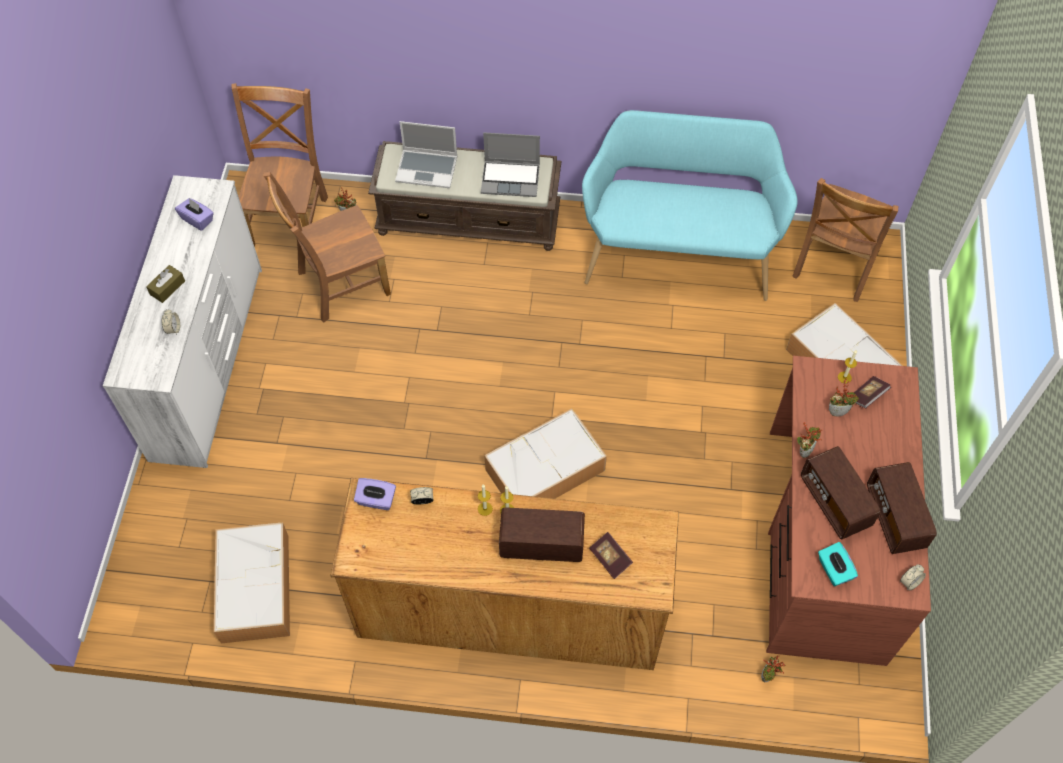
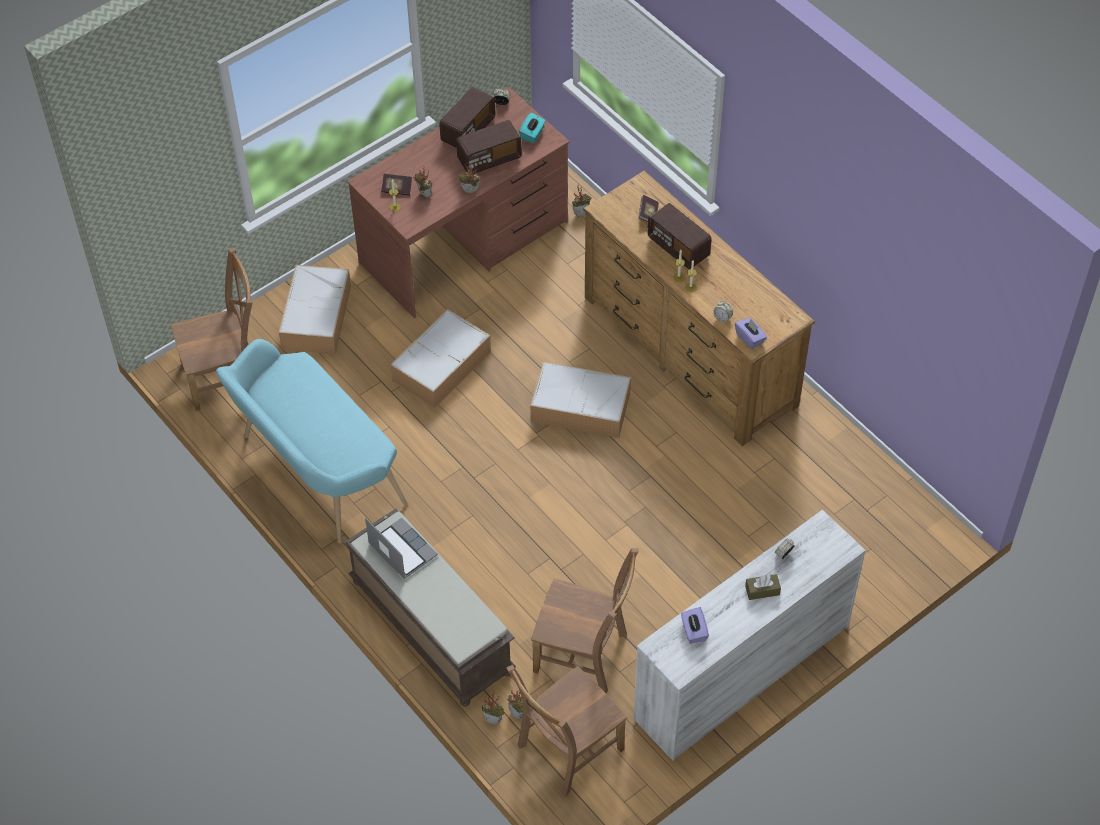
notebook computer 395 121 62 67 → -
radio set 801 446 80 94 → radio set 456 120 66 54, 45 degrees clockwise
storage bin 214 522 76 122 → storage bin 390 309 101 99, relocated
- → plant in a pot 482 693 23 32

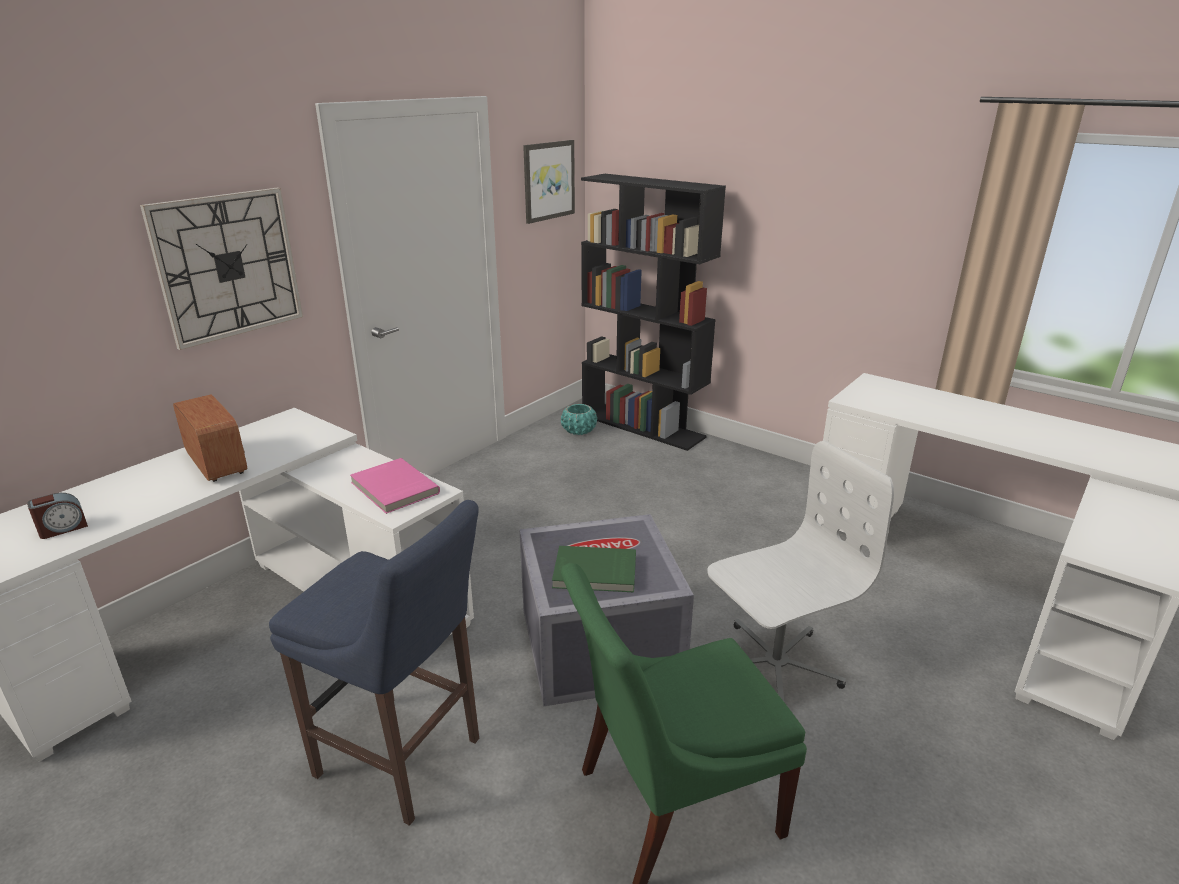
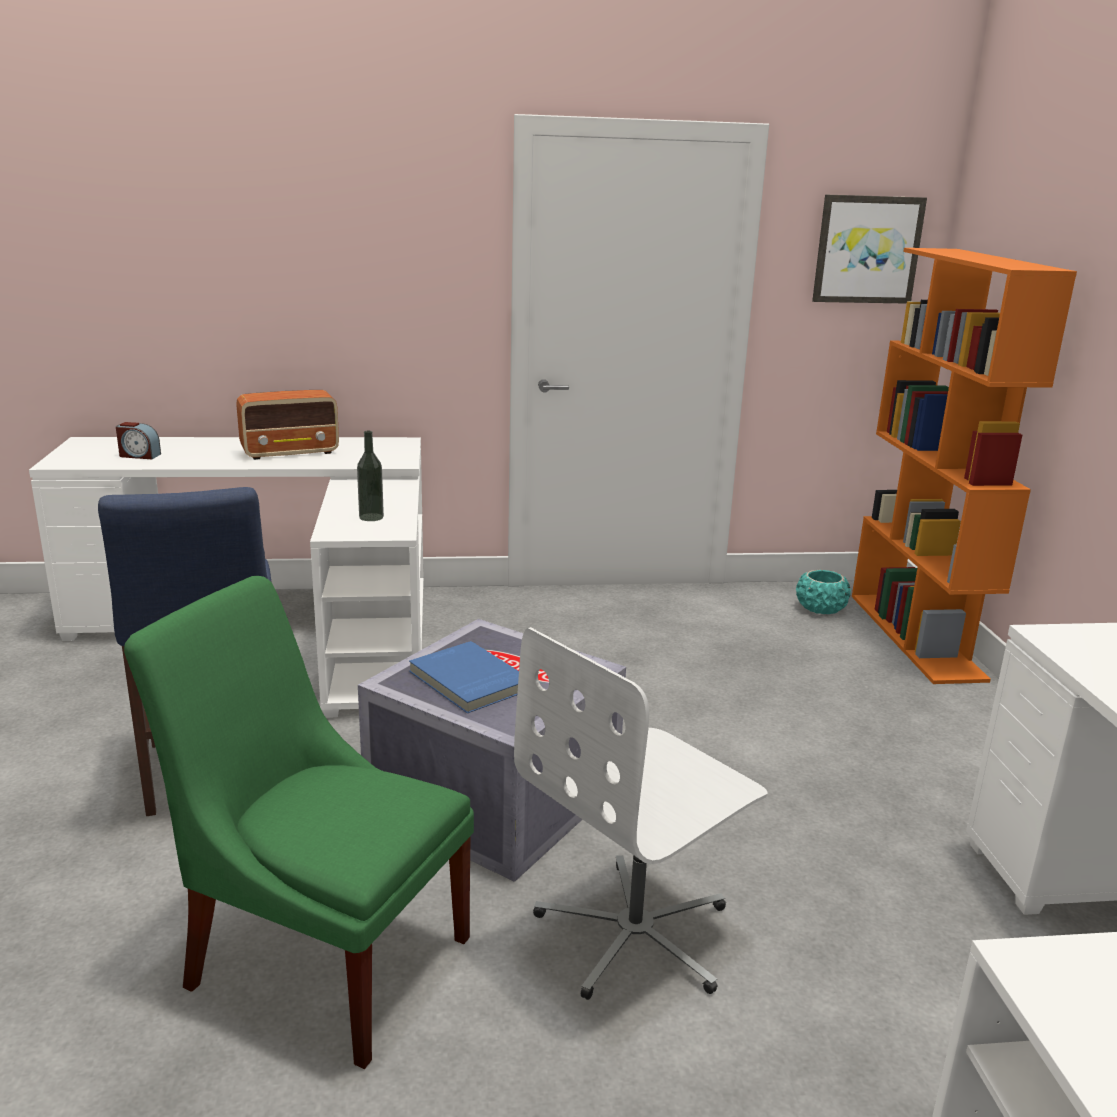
blackish bookshelf 581 174 145 277 → orange-coloured bookshelf 852 248 225 436
hanging clock 140 188 163 162 → -
radio set 173 394 74 88 → radio set 236 390 103 70, 60 degrees clockwise
white office chair 707 440 187 261 → white office chair 514 627 254 373, 120 degrees clockwise
pinkish bound book 350 458 90 56 → drink bottle 357 431 27 90
greenish bound book 552 546 84 46 → blue-coloured bound book 409 641 110 73

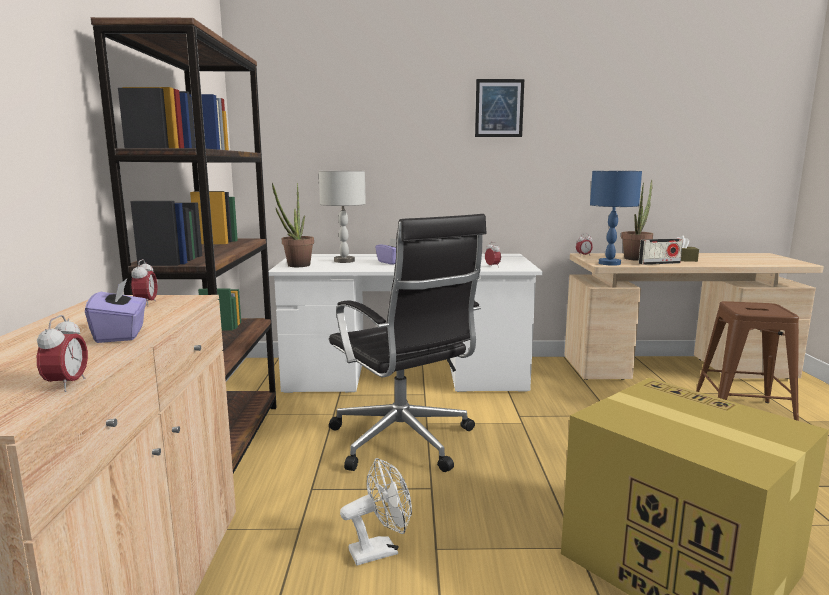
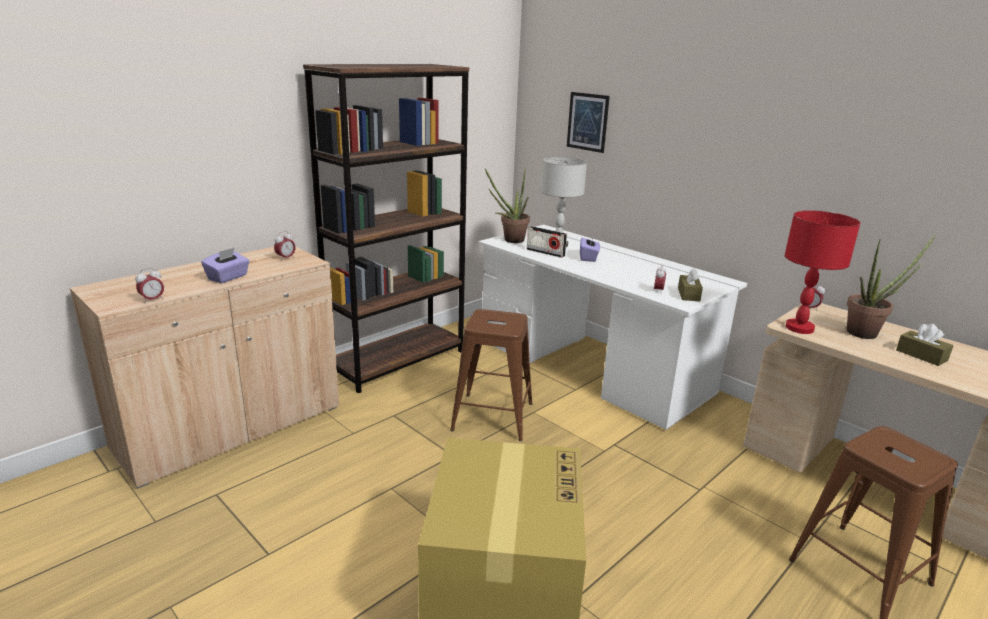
wall picture 475 79 49 58 → wall picture 567 92 43 61, relocated
blue-coloured tabletop lamp 590 171 52 95 → red tabletop lamp 785 210 76 124
blackish office chair 329 214 158 258 → brownish stool seat 450 309 83 132
radio set 638 239 45 26 → radio set 527 226 40 32, relocated
white cooling fan 340 458 72 107 → -
- → brownish tissue holder 678 268 25 34

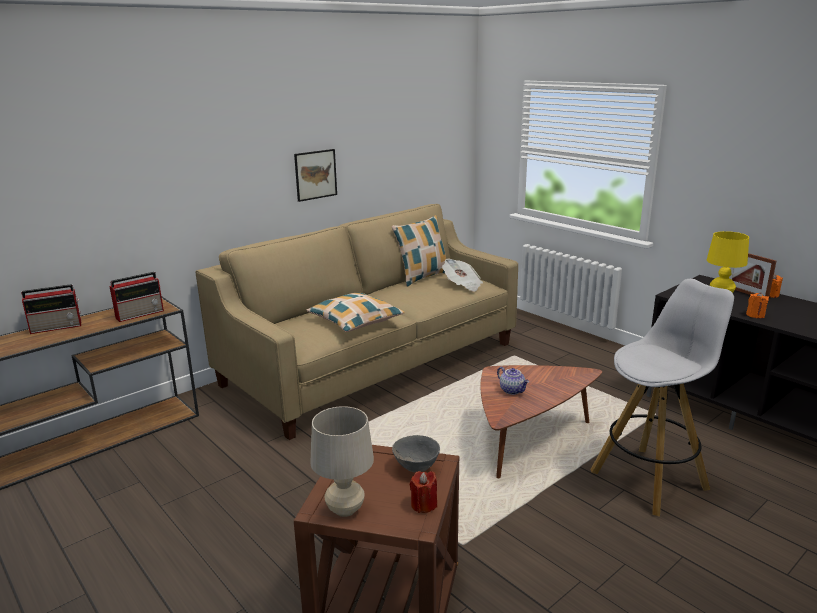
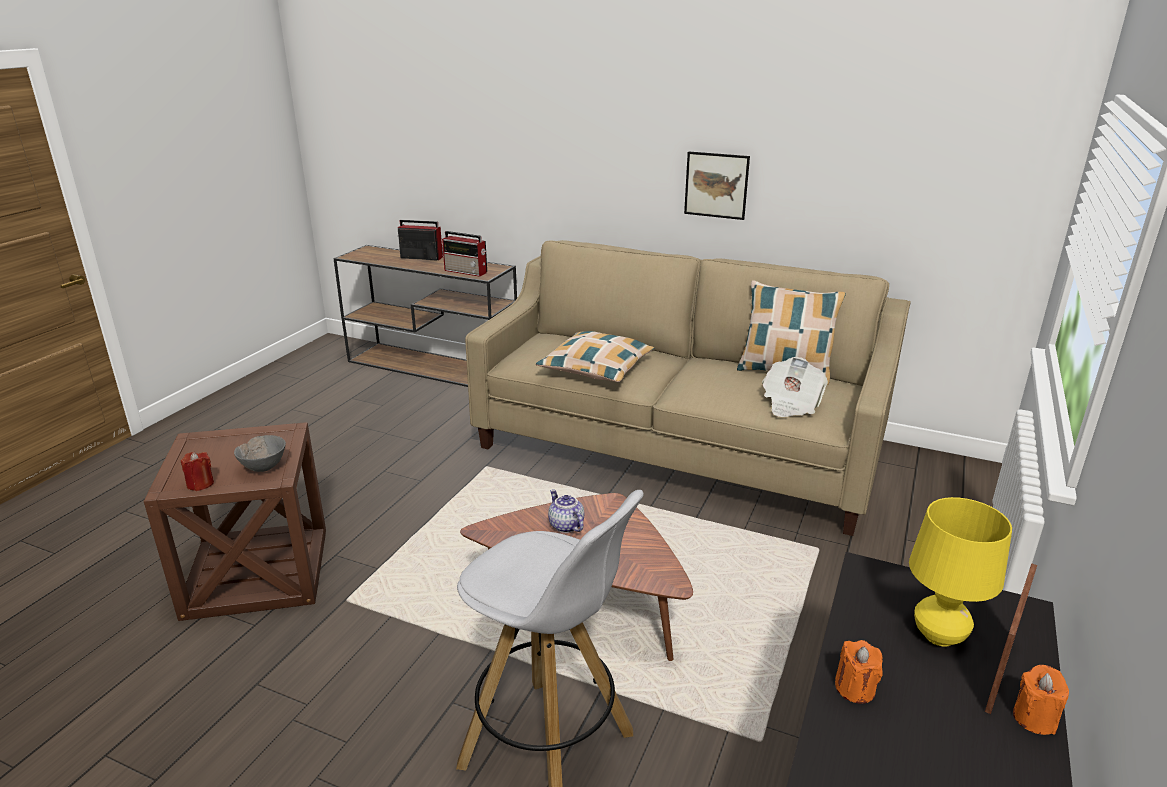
radio set 21 284 60 50 → radio set 398 220 45 41, 150 degrees clockwise
pot for tea 497 367 32 28 → pot for tea 548 489 36 44, 120 degrees clockwise
beige-coloured tabletop lamp 310 406 64 111 → -

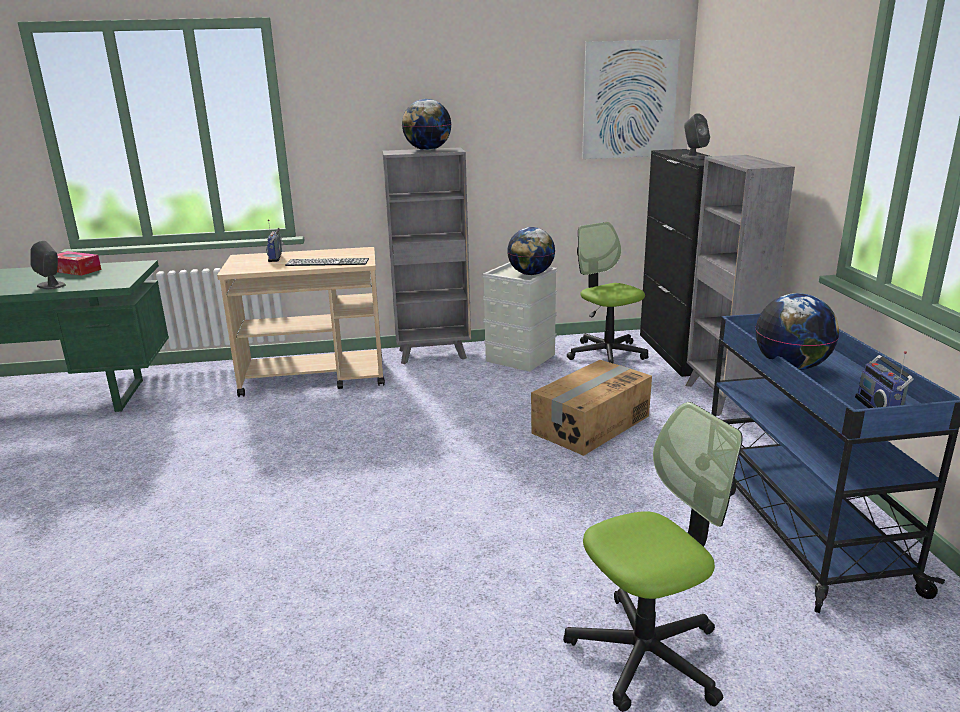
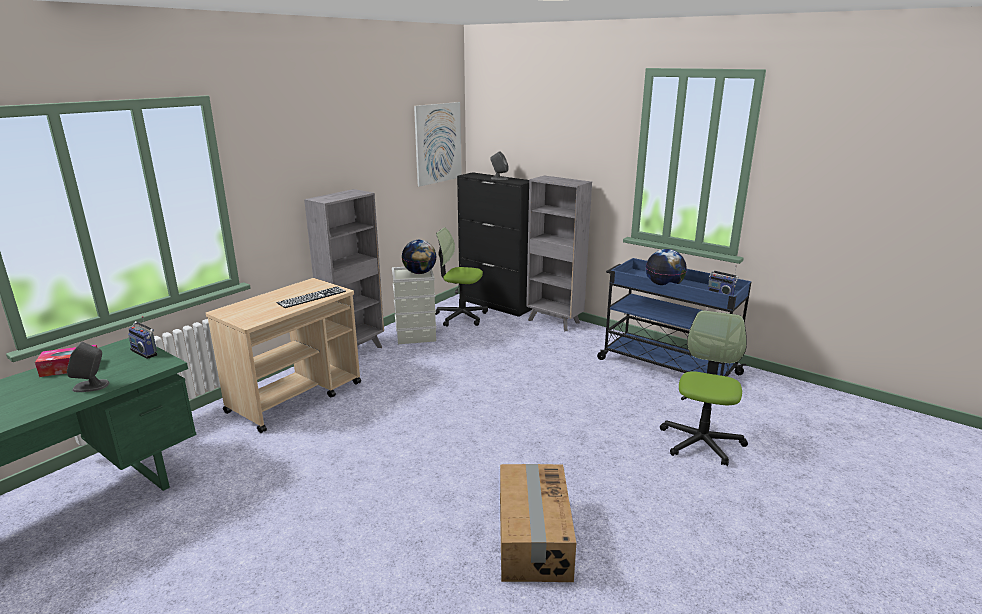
globe 402 99 50 51 → -
radio set 266 219 19 43 → radio set 128 316 29 43, relocated
cardboard box 531 360 121 96 → cardboard box 500 464 76 118, relocated

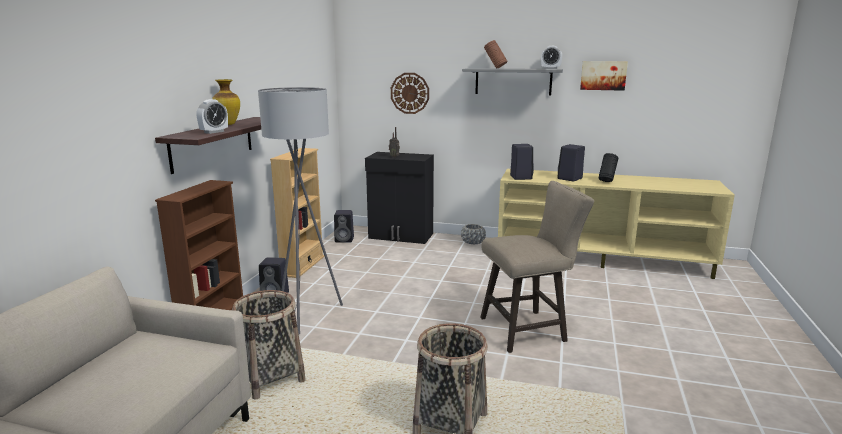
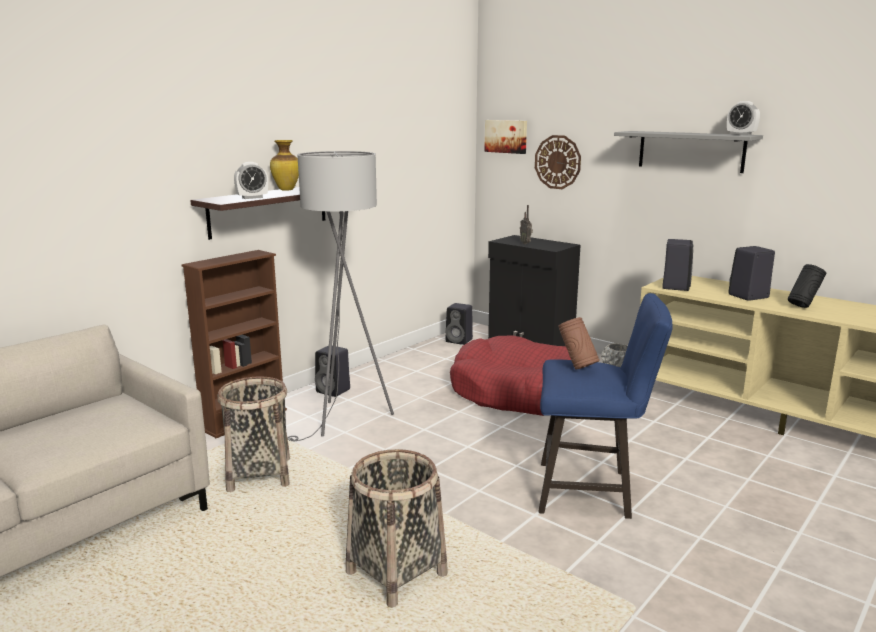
brownish flower vase 484 40 24 28 → brownish flower vase 558 317 42 53, relocated
wall picture 580 61 48 30 → wall picture 484 120 43 34, relocated
beige-coloured bookshelf 270 148 54 130 → -
beige-coloured stool seat 480 181 114 172 → blue-coloured stool seat 539 293 134 226
- → red pet bed 450 335 121 81

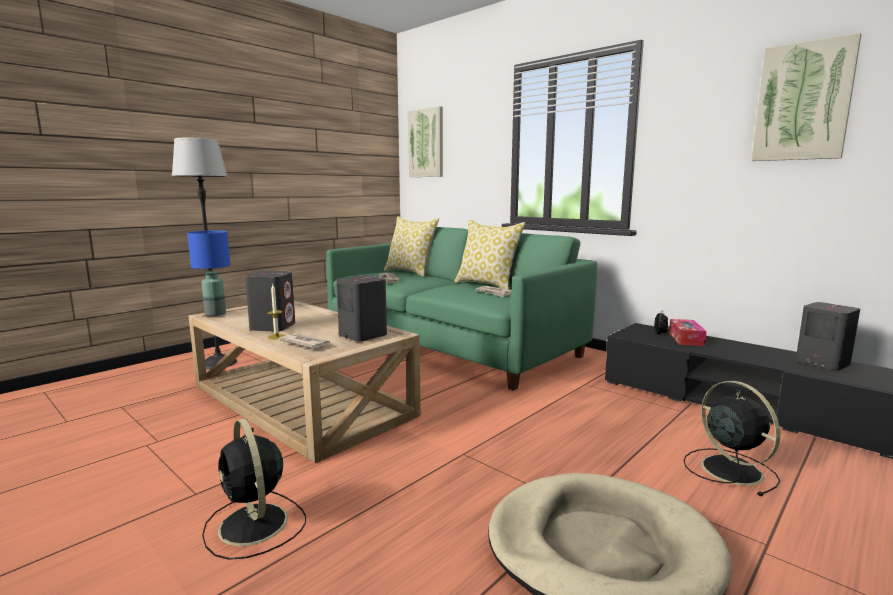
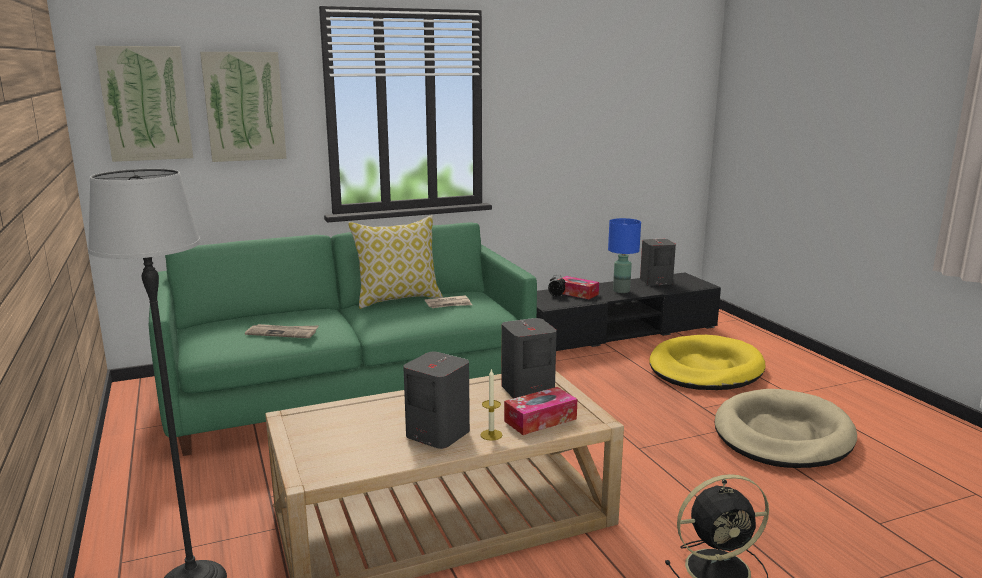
wall picture 751 33 111 128 → wall picture 200 52 87 110, relocated
throw pillow 384 216 55 61 → -
blue-coloured tabletop lamp 187 231 43 85 → blue-coloured tabletop lamp 608 218 33 75, relocated
newspaper 279 333 52 15 → tissue holder 504 387 73 48
blackish cooling fan 684 381 96 115 → yellow pet bed 649 335 116 55

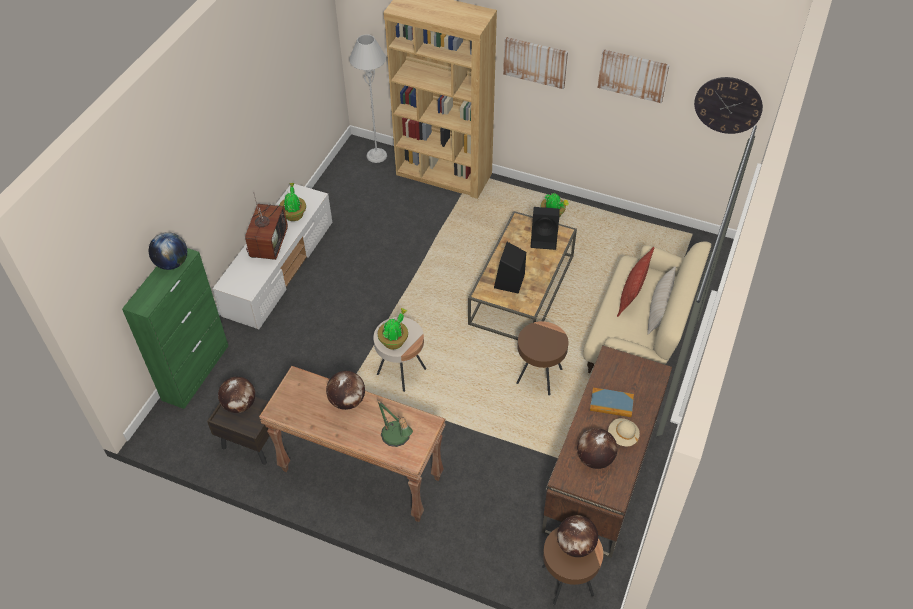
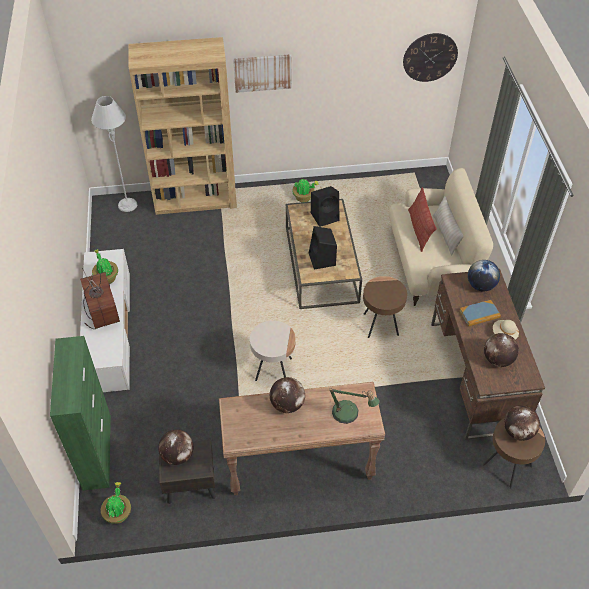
wall picture 598 49 71 54 → -
globe 149 232 38 38 → globe 468 260 32 31, relocated
plant in a pot 378 308 30 41 → plant in a pot 101 482 30 42, relocated

